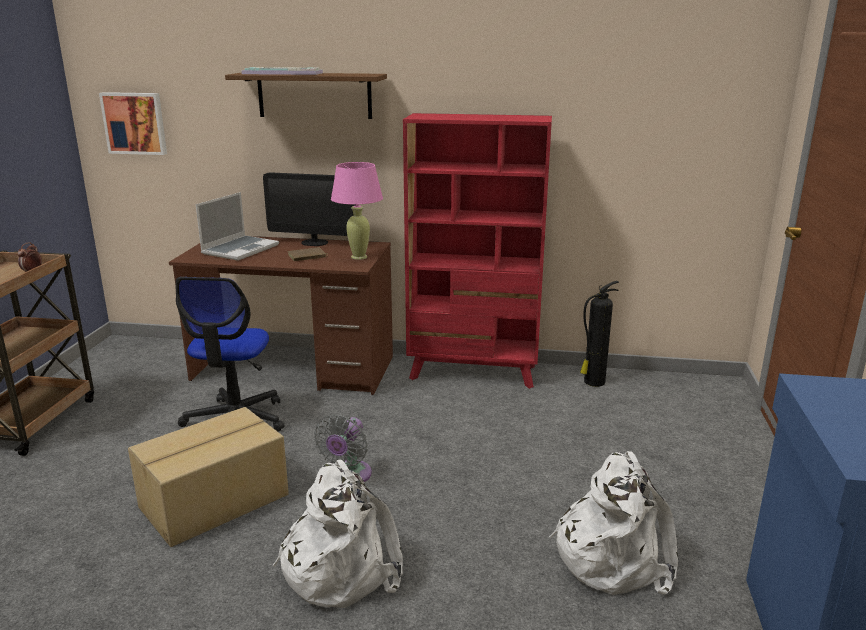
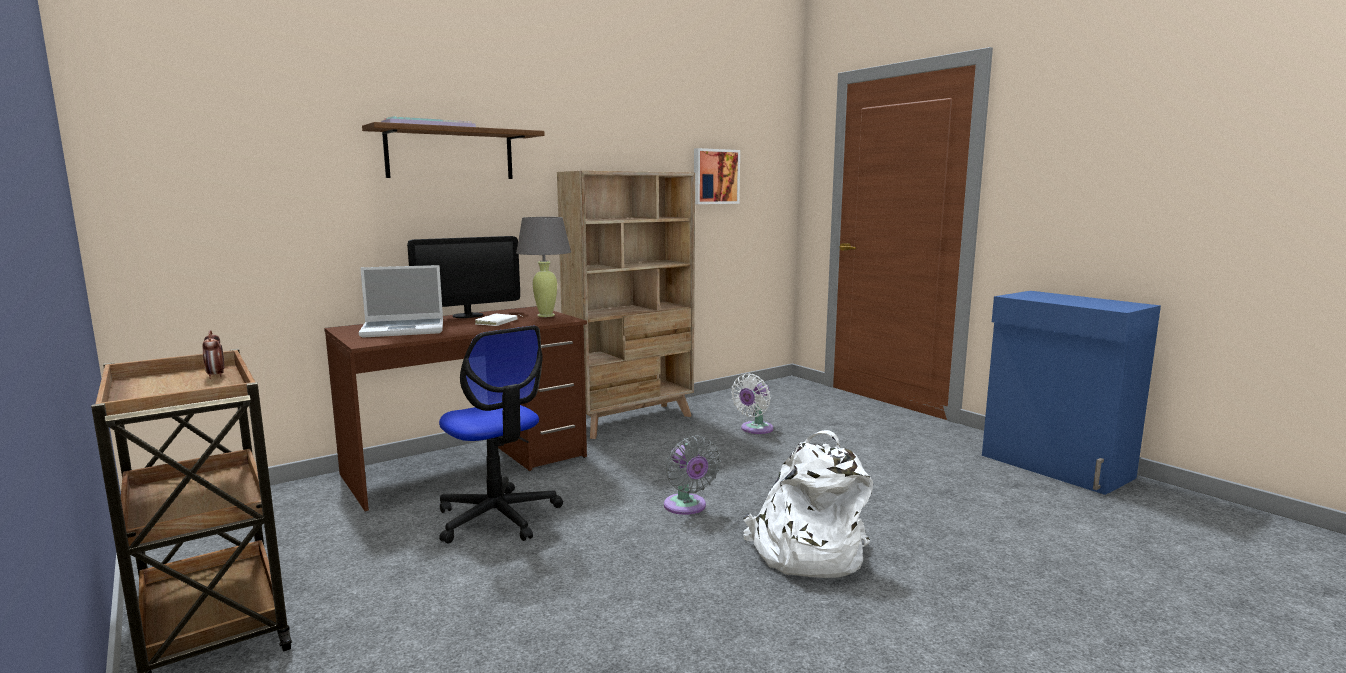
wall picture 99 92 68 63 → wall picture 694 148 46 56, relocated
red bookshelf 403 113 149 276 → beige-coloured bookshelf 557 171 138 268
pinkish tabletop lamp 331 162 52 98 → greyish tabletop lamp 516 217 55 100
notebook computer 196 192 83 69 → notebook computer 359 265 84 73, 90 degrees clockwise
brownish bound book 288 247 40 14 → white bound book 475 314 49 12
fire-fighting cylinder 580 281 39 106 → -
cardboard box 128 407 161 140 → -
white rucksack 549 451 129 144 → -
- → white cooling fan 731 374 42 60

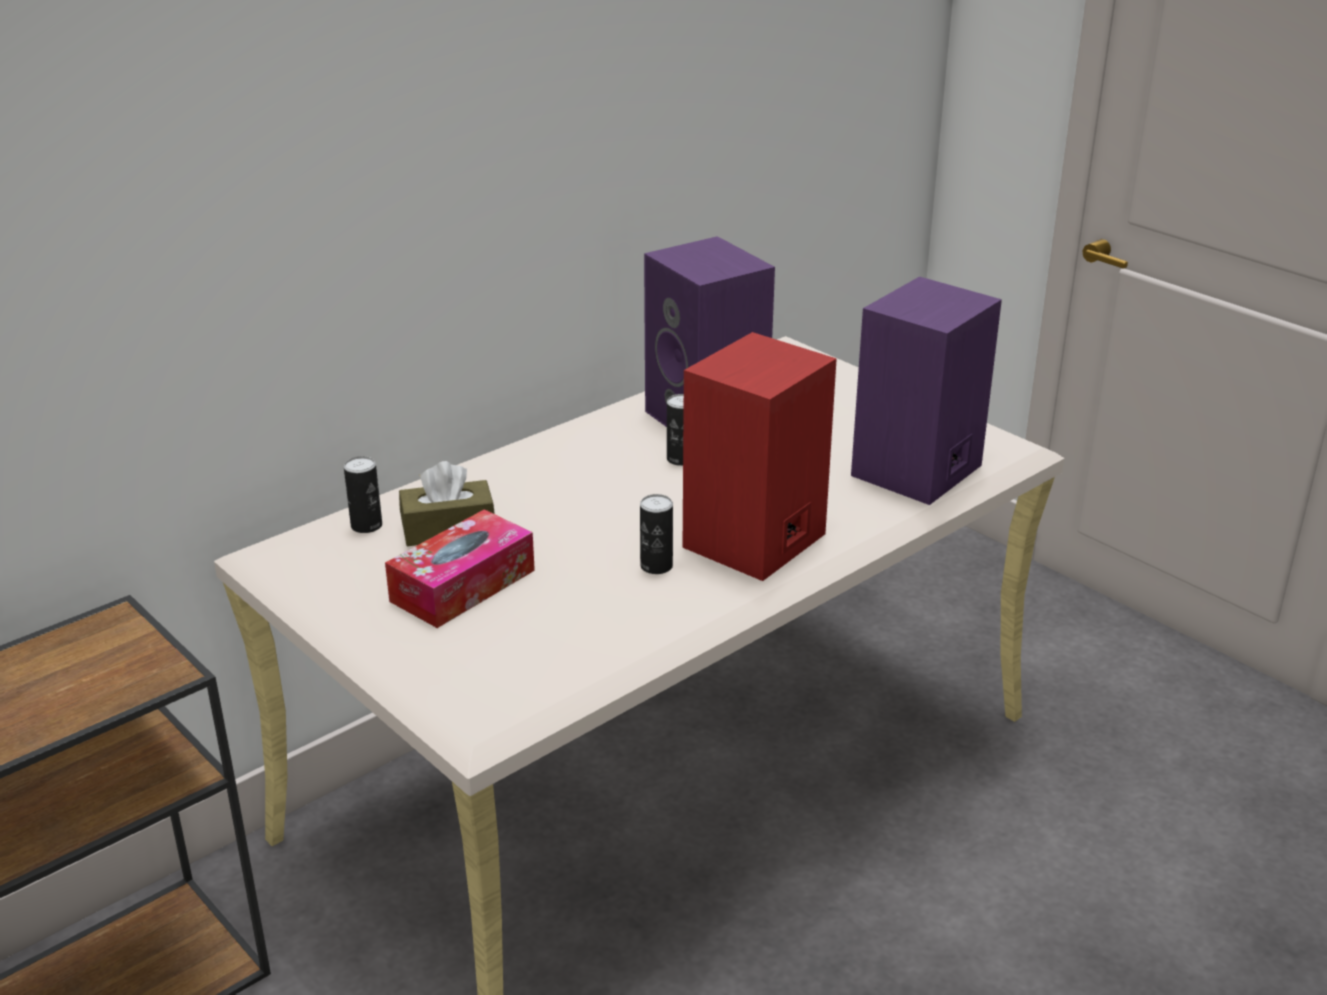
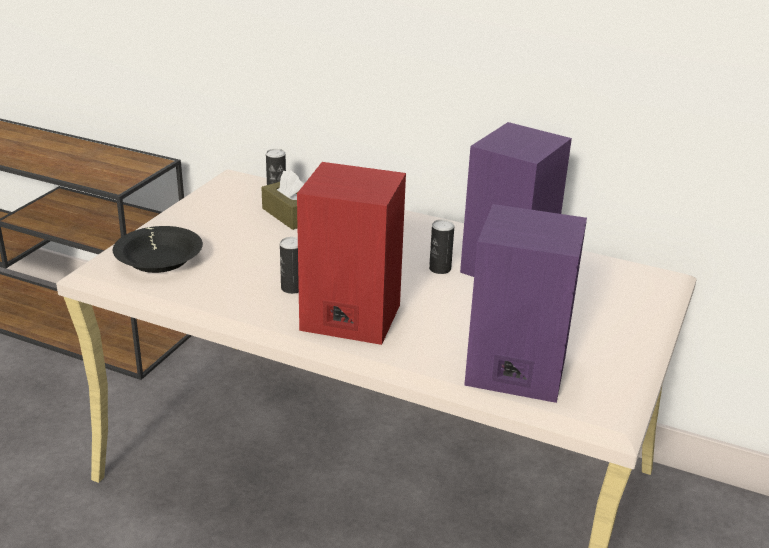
tissue holder 385 509 150 119 → -
- → blackish serving bowl 113 226 90 47

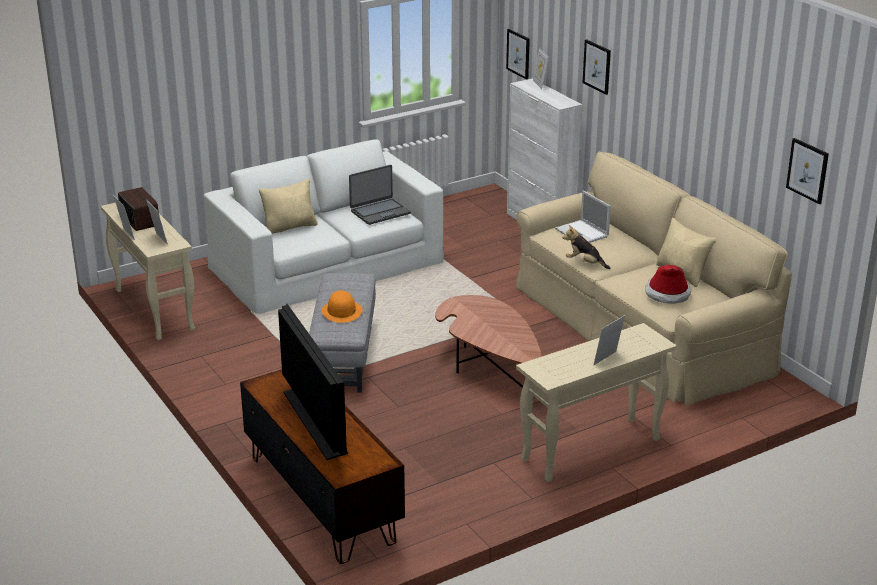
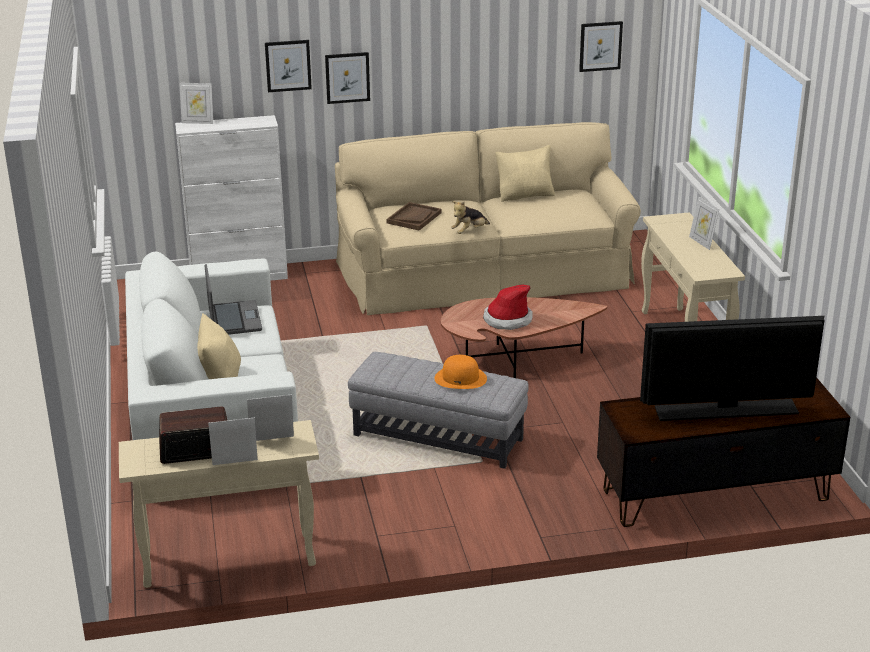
wall picture 506 29 24 51 → wall picture 325 52 45 52, relocated
notebook computer 555 191 56 52 → brownish tray 387 202 54 28
wearable hat 645 265 46 38 → wearable hat 483 284 50 46, relocated

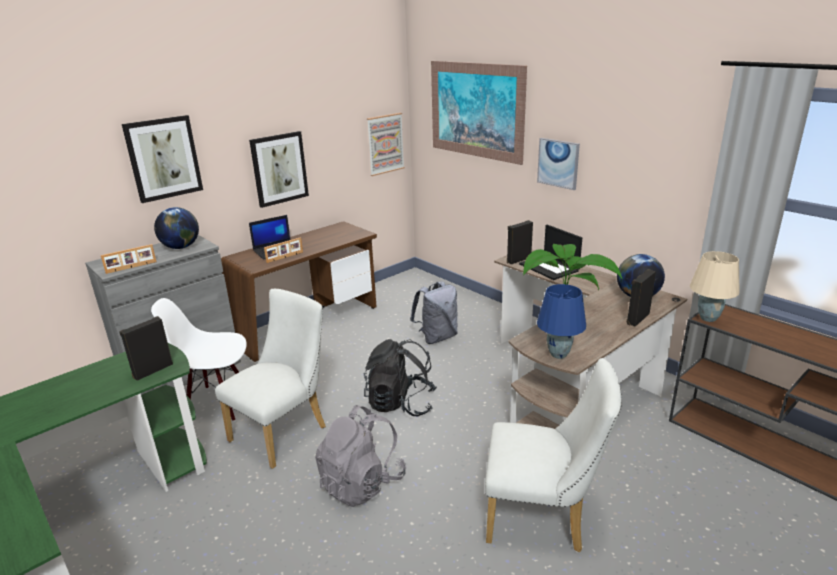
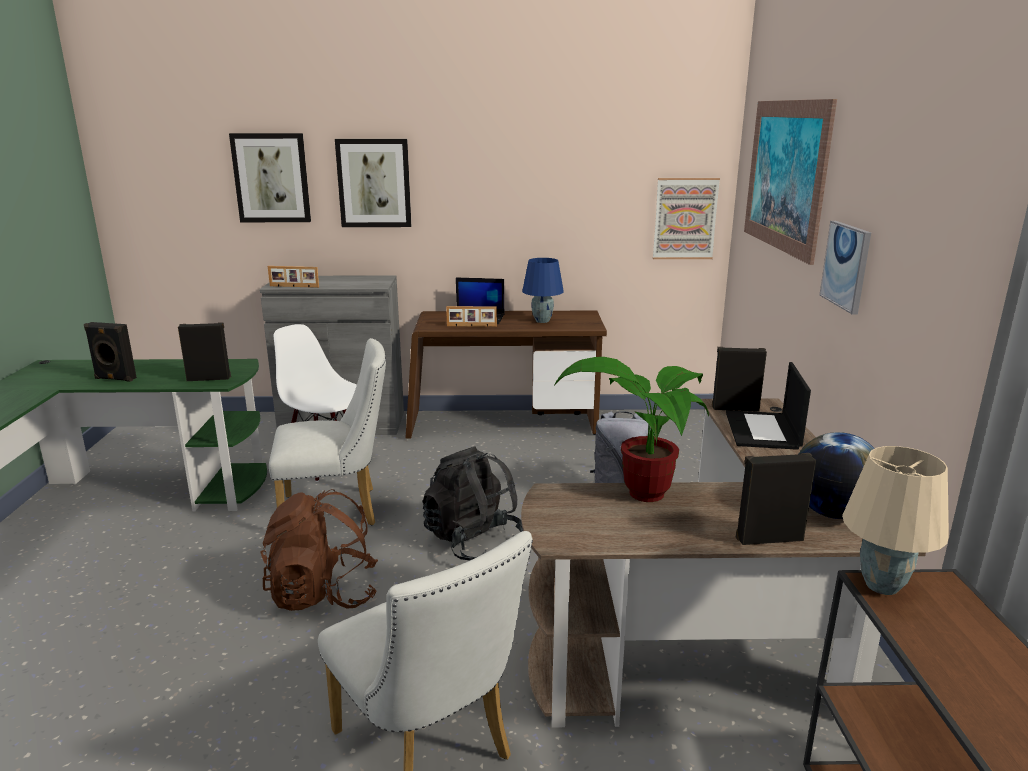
wall picture 249 131 60 77 → wall picture 229 133 82 89, relocated
globe 154 207 45 42 → -
blue-coloured tabletop lamp 537 284 49 75 → blue-coloured tabletop lamp 522 258 42 65, relocated
greyish rucksack 315 405 91 102 → brownish rucksack 260 489 118 122
- → blackish audio speaker 84 322 53 60

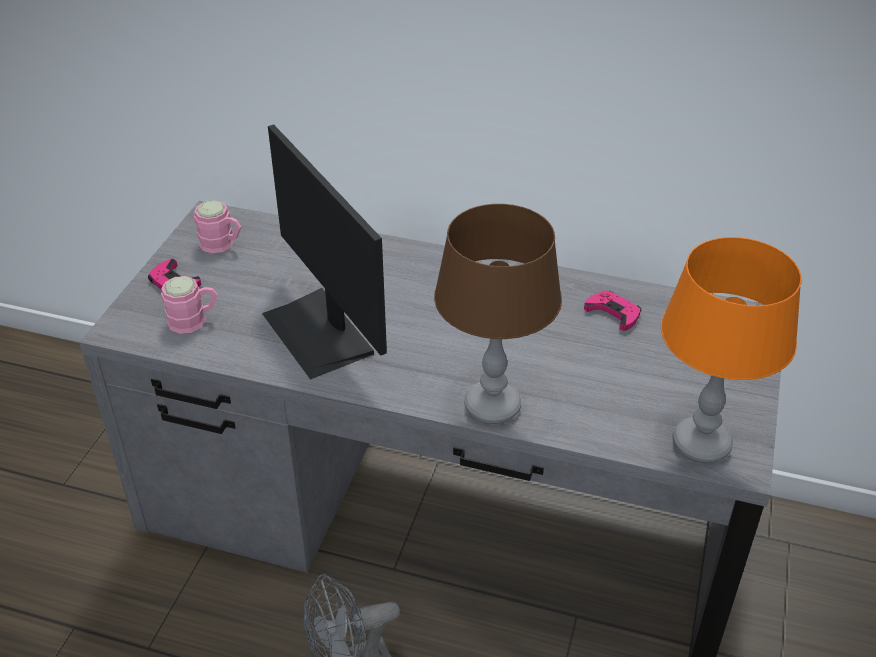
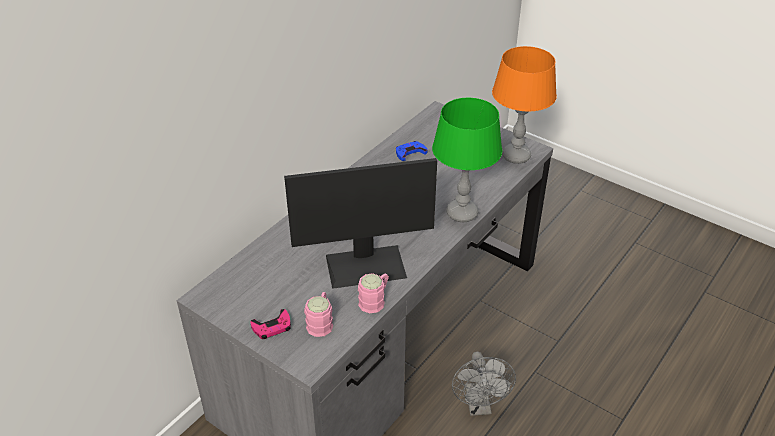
pinkish coffee mug 194 200 47 53 → pinkish coffee mug 358 273 31 40, relocated
brownish tabletop lamp 434 204 128 220 → greenish tabletop lamp 432 98 70 124
pinkish joypad 584 290 57 41 → blue-coloured joypad 396 141 31 20

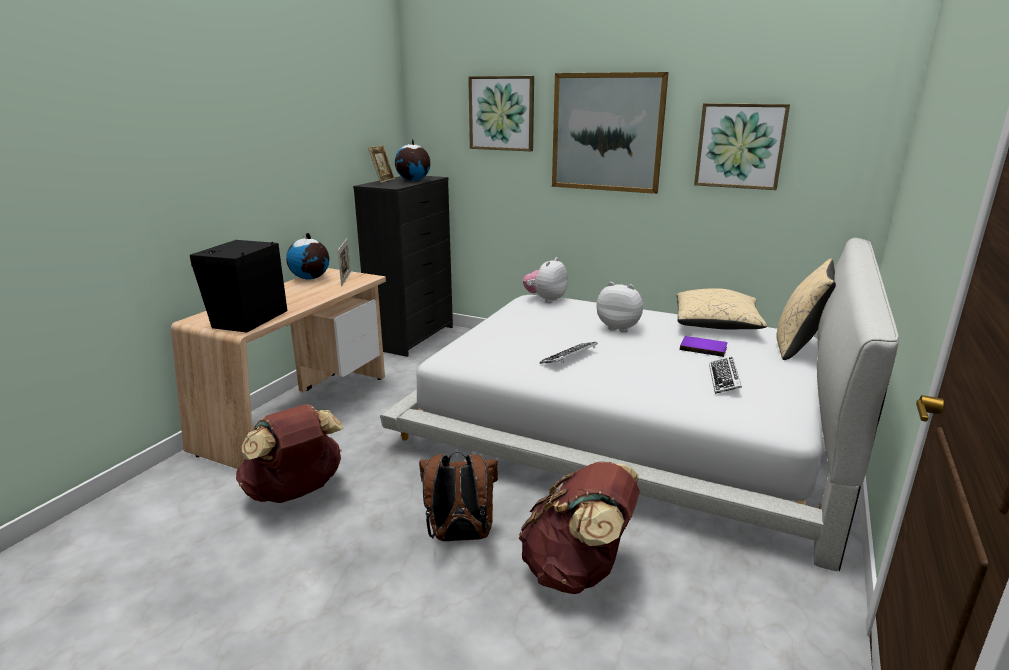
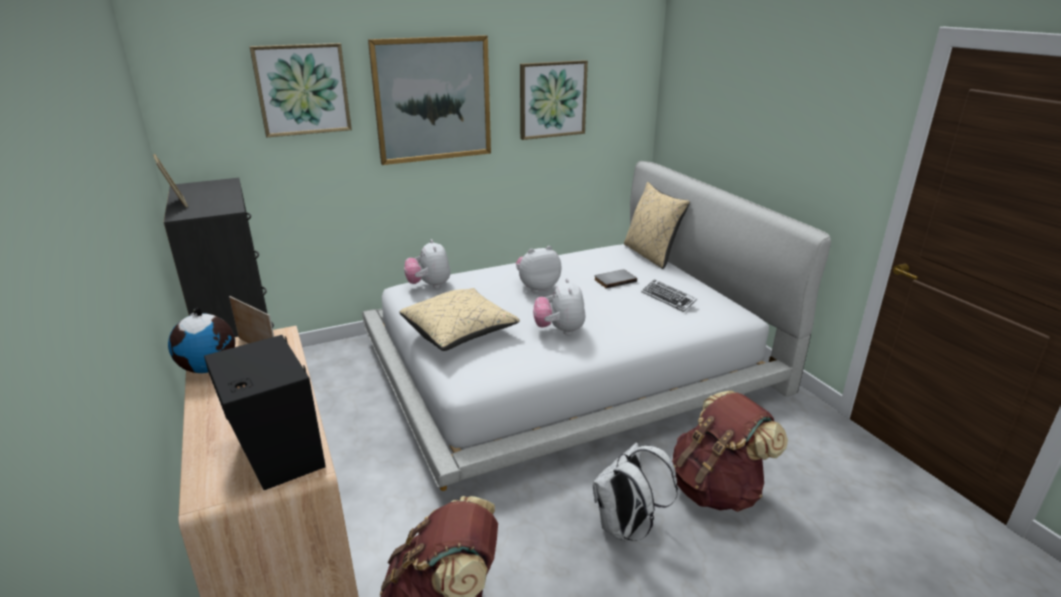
globe 395 139 36 42 → -
beige-coloured throw pillow 677 288 90 42 → beige-coloured throw pillow 399 288 121 63, relocated
purple bound book 680 336 47 21 → greyish bound book 594 269 43 20
computer keyboard 540 342 58 22 → cuddly toy 533 278 52 57
brownish rucksack 419 452 79 89 → white rucksack 593 443 85 98

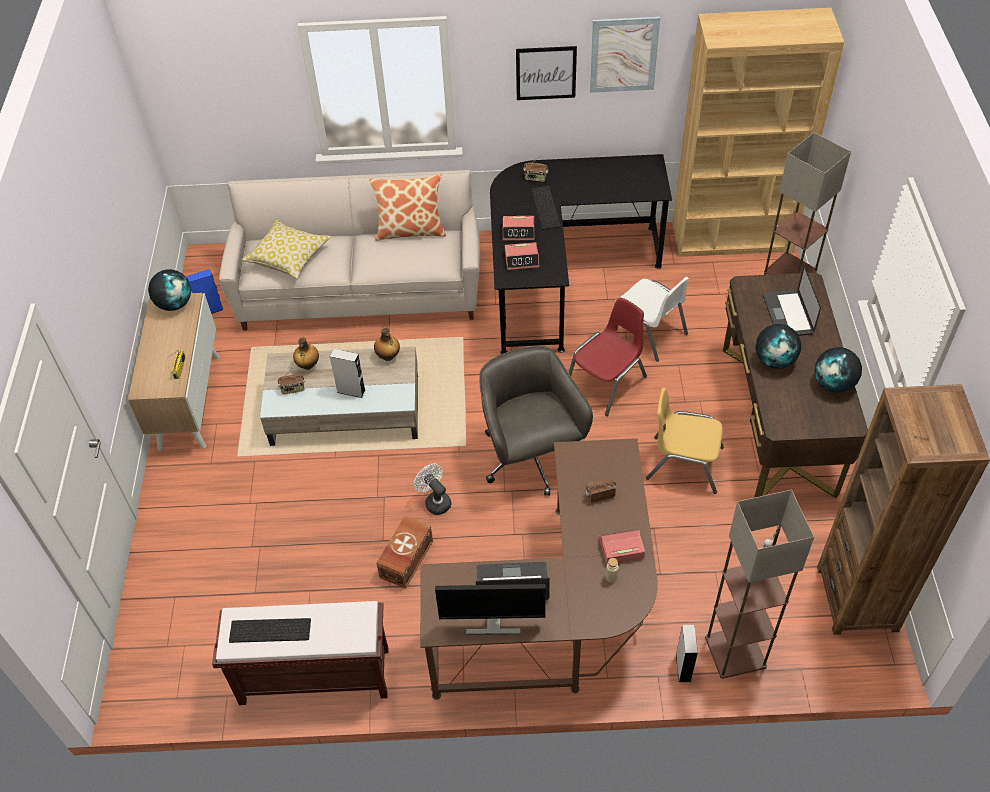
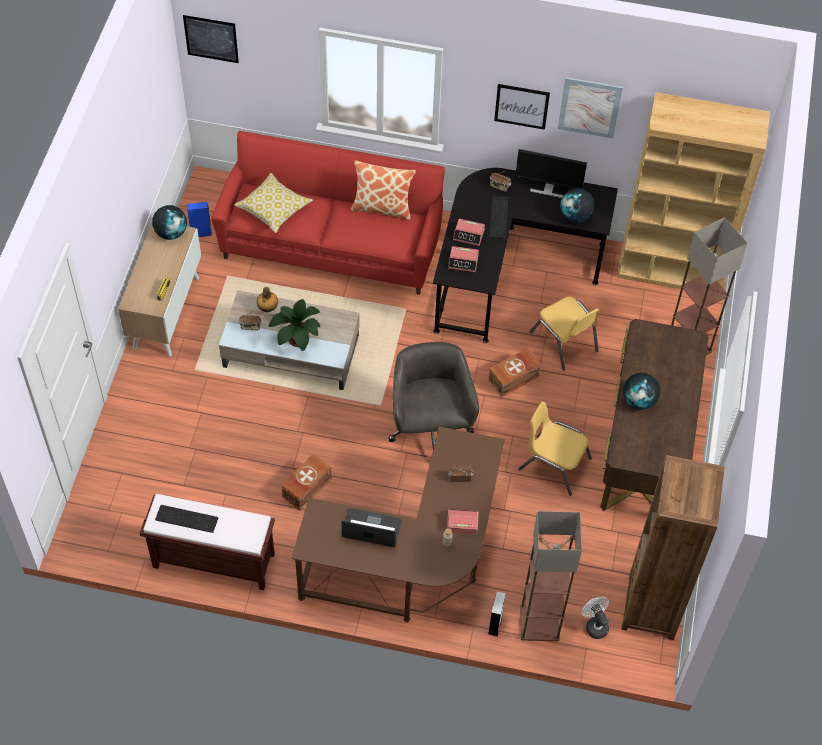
beige-coloured sofa 219 170 261 161 → red sofa 211 131 234 164
notebook computer 763 265 58 71 → -
white upright chair 620 277 69 85 → yellow upright chair 529 296 70 74
red upright chair 568 298 79 118 → brownish storage bin 488 348 53 49
drink bottle 374 327 26 34 → -
globe 815 347 47 46 → globe 560 188 35 35, relocated
greyish audio speaker 330 349 36 49 → plant in a pot 269 299 51 52
white cooling fan 414 463 37 52 → white cooling fan 582 597 27 42, relocated
computer screen 435 584 111 51 → computer screen 515 149 72 49, relocated
- → wall picture 183 15 56 48

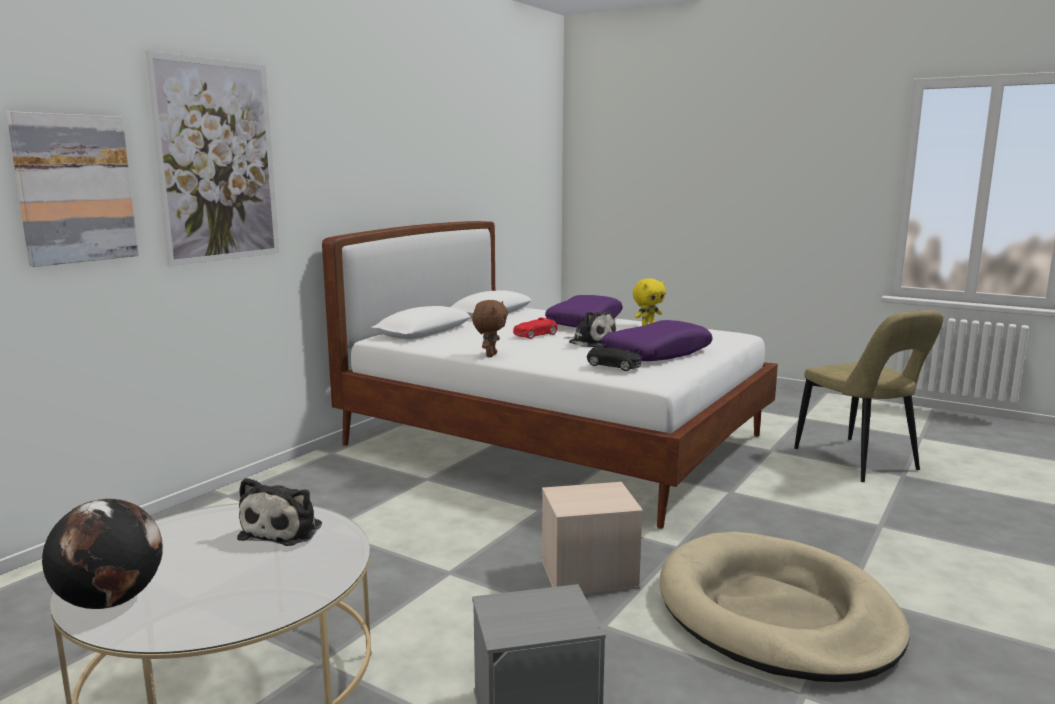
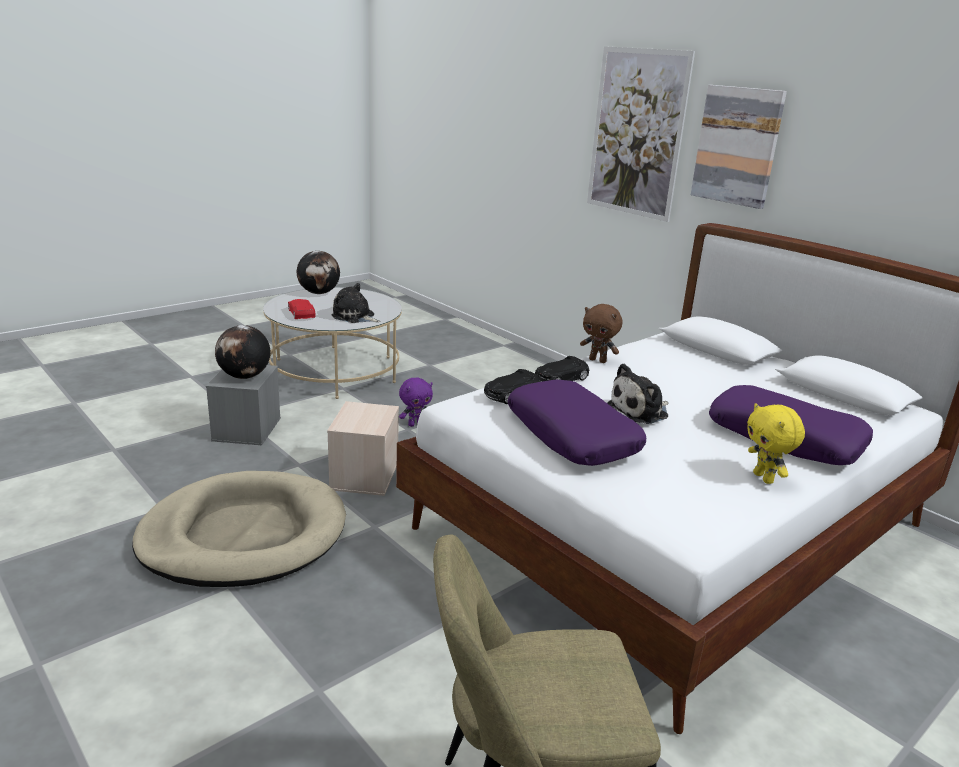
wall picture 6 111 133 156 → wall picture 691 85 96 124, relocated
red model car 513 317 45 22 → red model car 288 299 28 20, relocated
- → globe 215 325 55 54
- → blackish model car 535 356 54 26
- → purple cuddly toy 399 378 34 49

